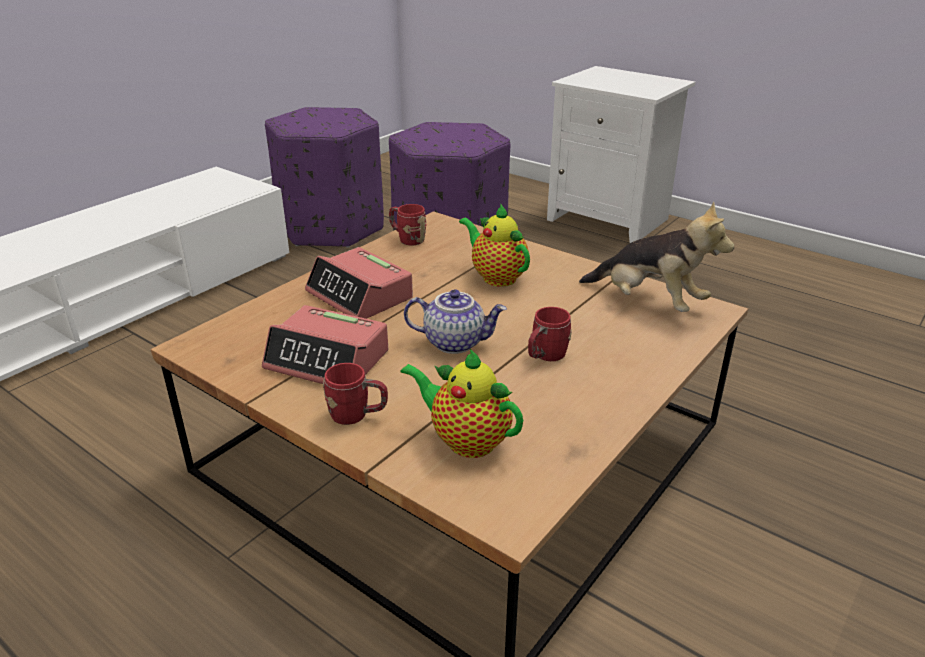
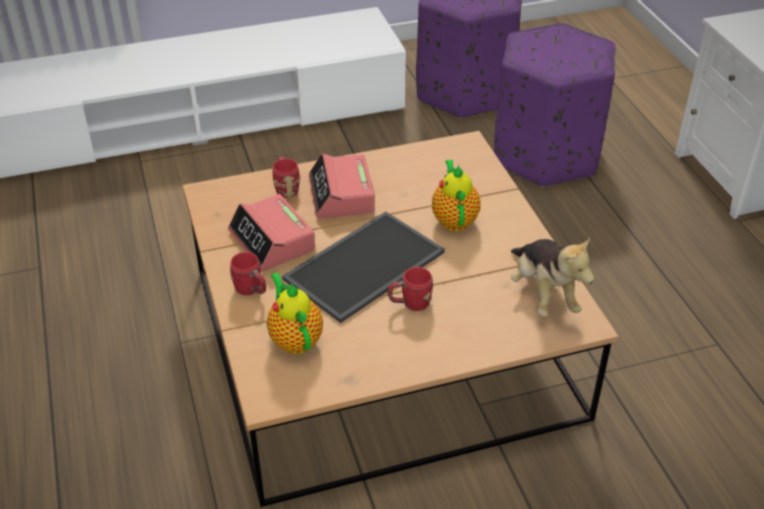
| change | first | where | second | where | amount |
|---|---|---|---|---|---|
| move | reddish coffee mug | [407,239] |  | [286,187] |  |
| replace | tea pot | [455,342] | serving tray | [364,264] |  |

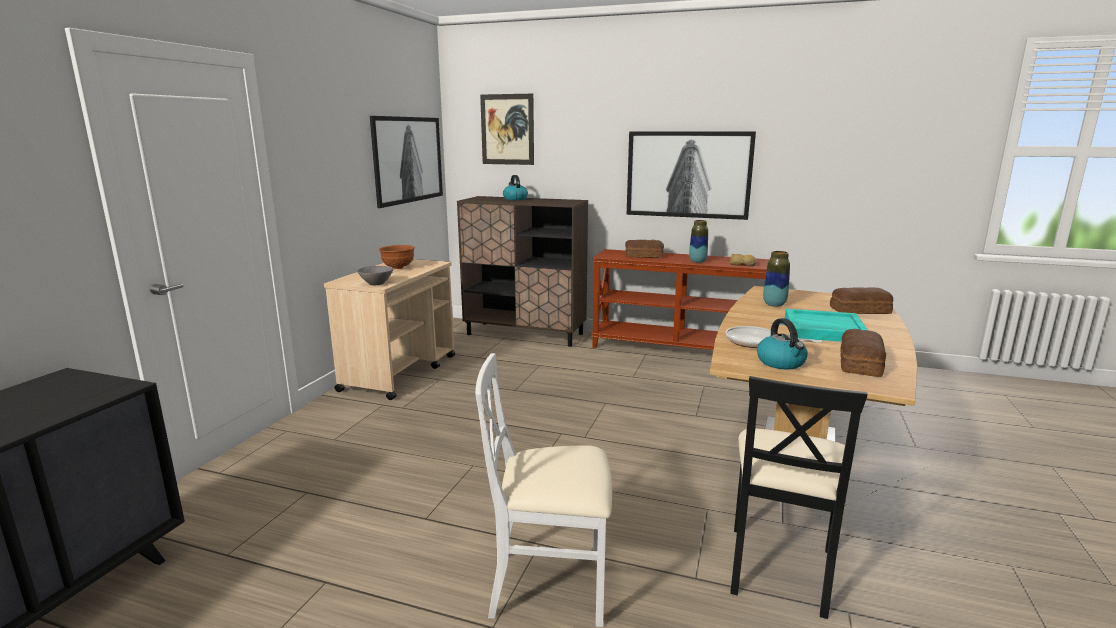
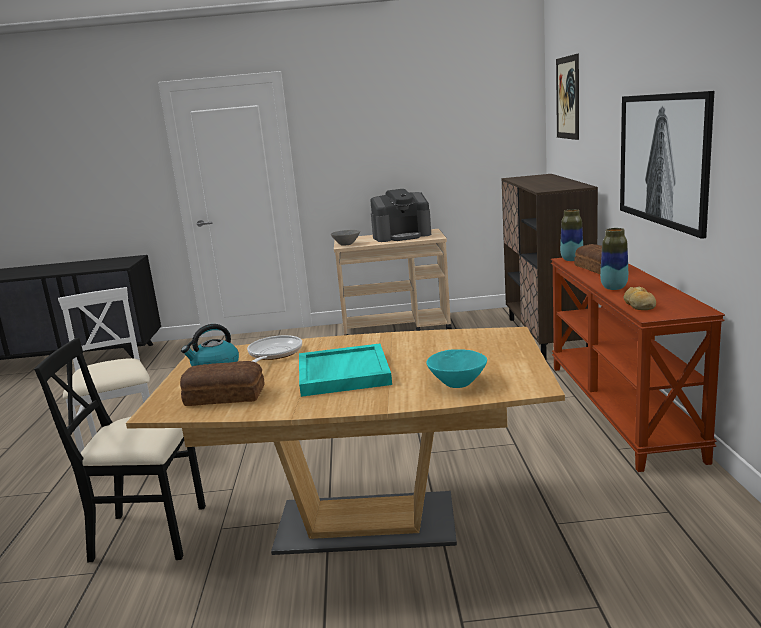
| change | first | where | second | where | amount |
|---|---|---|---|---|---|
| delete | picture | [408,159] |  |  |  |
| replace | brownish deep dish | [398,268] | coffee brewer | [402,236] |  |
| delete | tea kettle | [515,199] |  |  |  |
| move | decorative vase | [774,304] |  | [571,259] |  |
| replace | bread | [858,310] | blue-green deep dish | [458,383] |  |

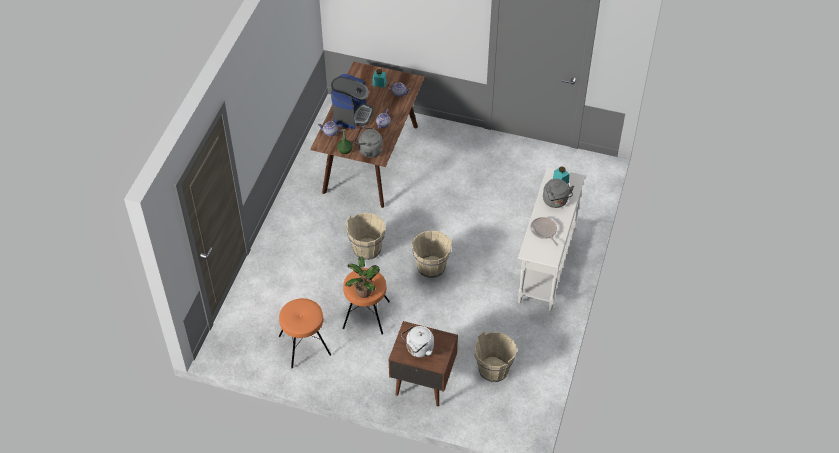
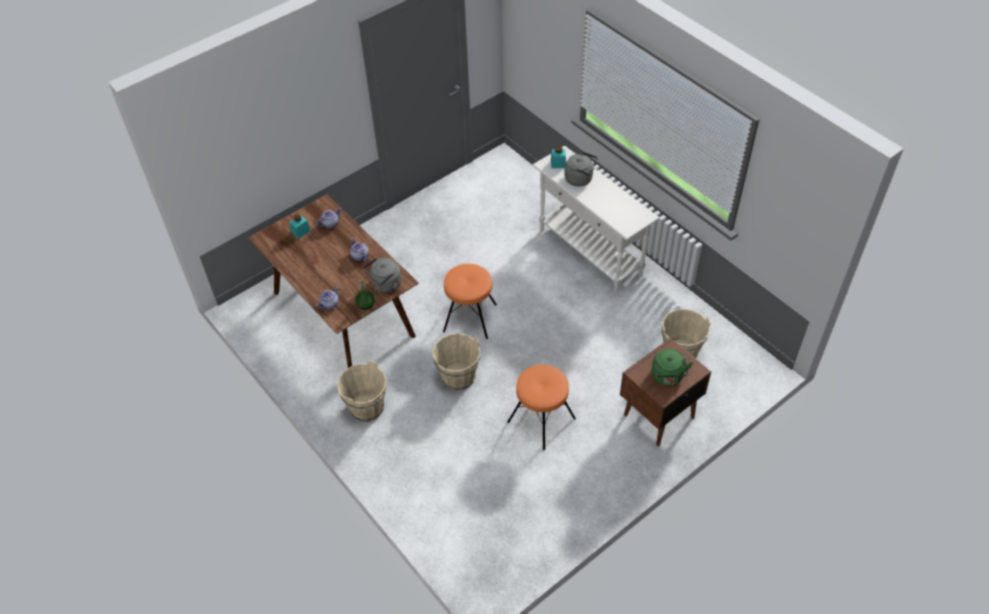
| change | first | where | second | where | amount |
|---|---|---|---|---|---|
| move | orange-coloured stool | [304,345] |  | [470,318] |  |
| delete | coffee brewer | [352,114] |  |  |  |
| delete | plant in a pot | [363,292] |  |  |  |
| recolor | whitish tea kettle | [418,349] | green-coloured tea kettle | [667,377] |  |
| move | beige-coloured water bucket | [431,267] |  | [367,408] |  |
| delete | frying pan | [544,231] |  |  |  |

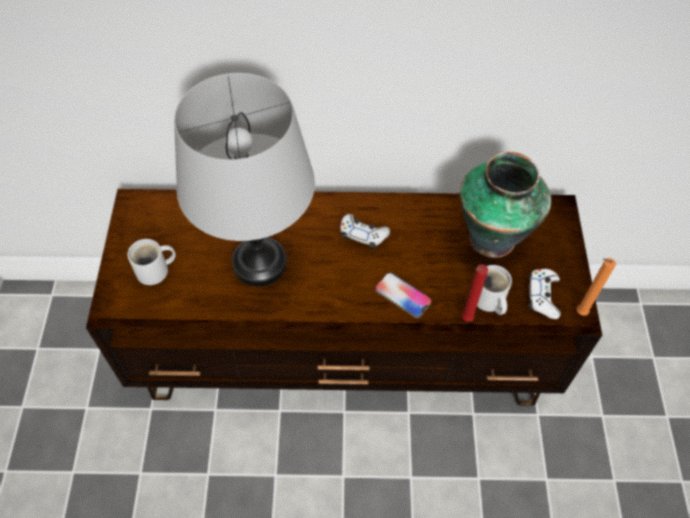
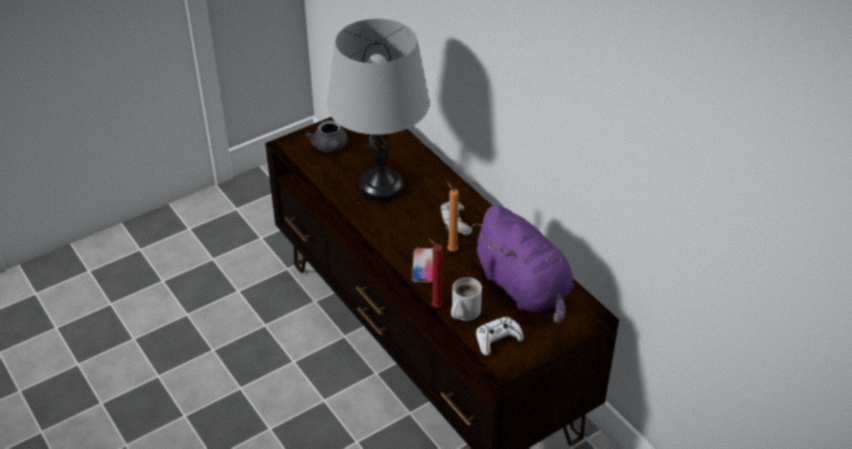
| change | first | where | second | where | amount |
|---|---|---|---|---|---|
| replace | whitish coffee mug | [155,271] | gray tea pot | [330,147] |  |
| replace | decorative vase | [492,236] | purplish soft toy | [524,288] |  |
| move | orange-coloured wax light | [579,312] |  | [451,250] |  |

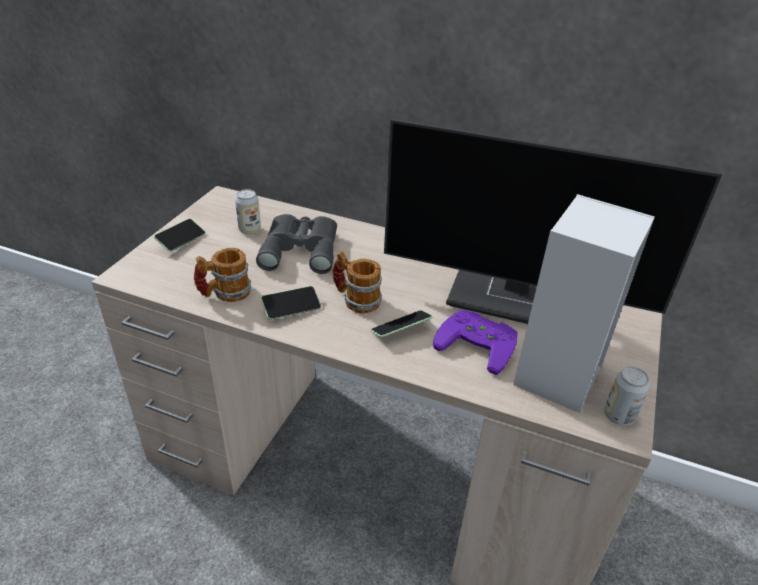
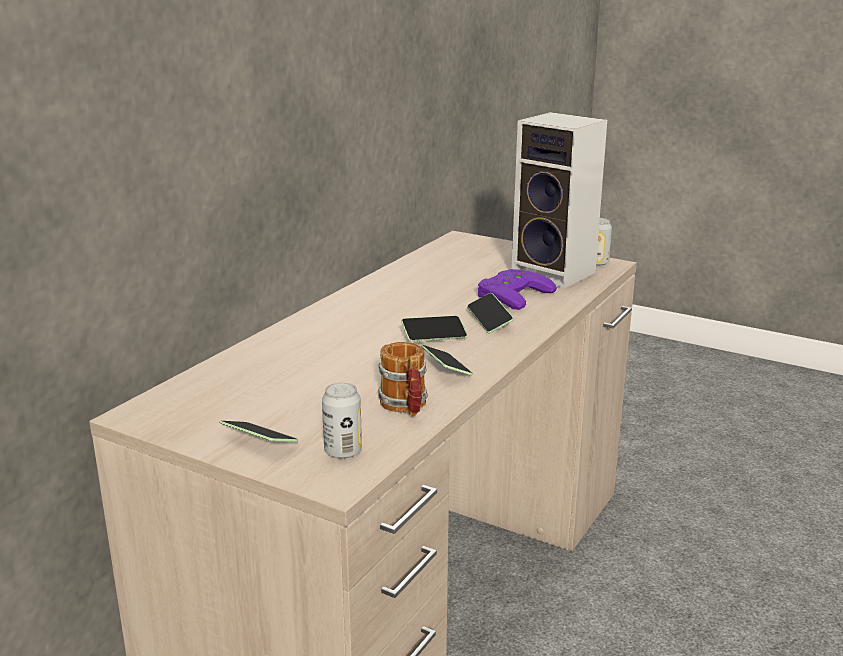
| change | first | where | second | where | amount |
|---|---|---|---|---|---|
| move | can | [249,230] |  | [343,451] |  |
| delete | gray binoculars | [301,248] |  |  |  |
| replace | coffee mug | [356,299] | handset | [434,337] |  |
| delete | computer display | [517,298] |  |  |  |

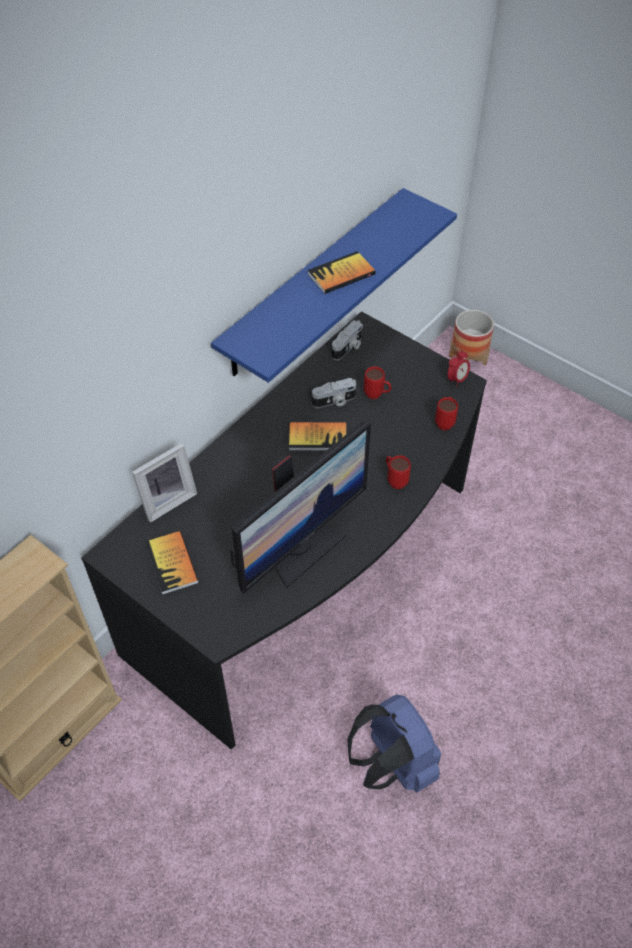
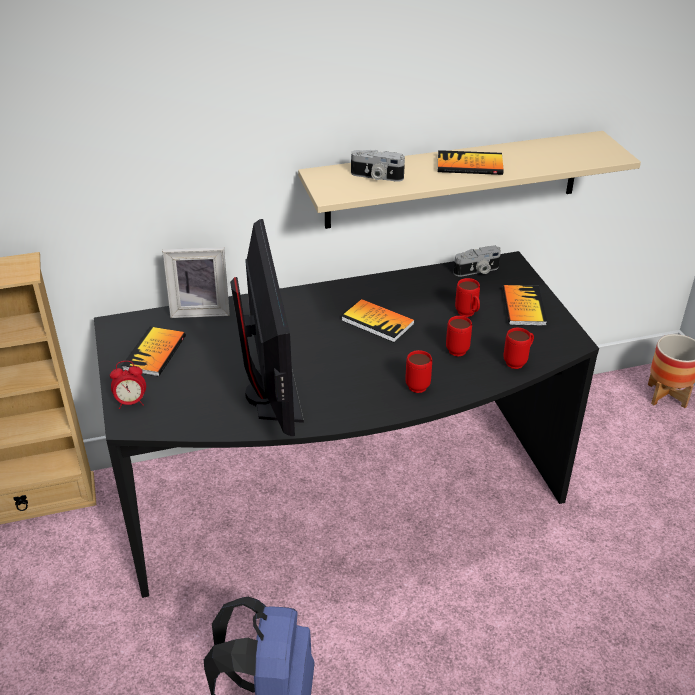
| change | first | where | second | where | amount |
|---|---|---|---|---|---|
| recolor | blue bracket shelf | [314,283] | beige-coloured bracket shelf | [454,179] |  |
| rotate | computer display | [301,548] |  | [272,394] | 90 degrees counterclockwise |
| move | still camera | [334,401] |  | [376,177] |  |
| move | bedside clock | [457,379] |  | [131,402] |  |
| insert |  |  | reddish coffee mug | [459,348] |  |
| insert |  |  | book | [523,307] |  |

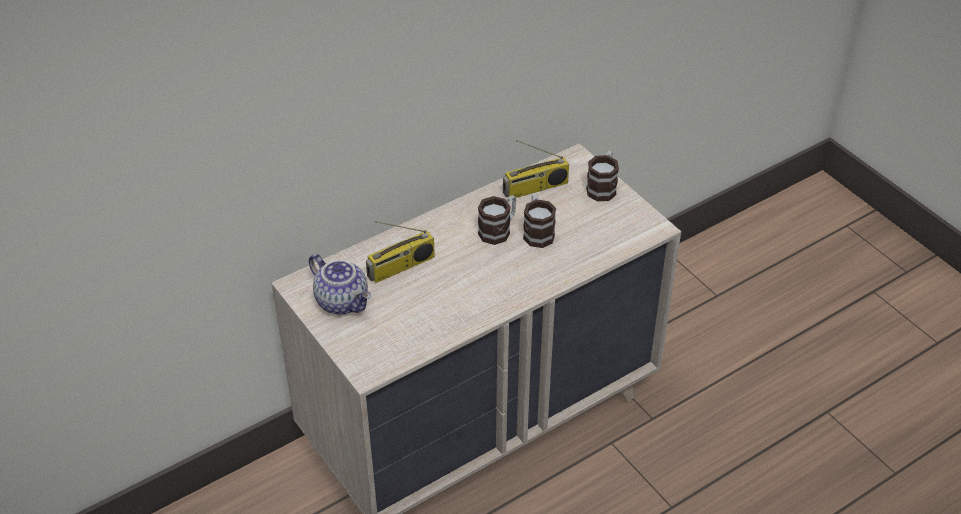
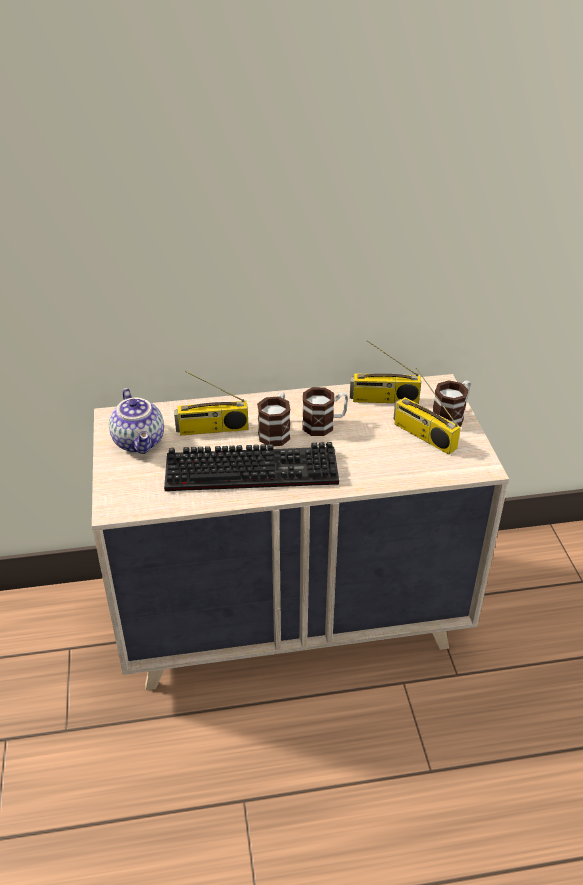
| change | first | where | second | where | amount |
|---|---|---|---|---|---|
| move | coffee mug | [537,231] |  | [276,431] |  |
| insert |  |  | computer keyboard | [254,468] |  |
| insert |  |  | radio | [423,436] |  |

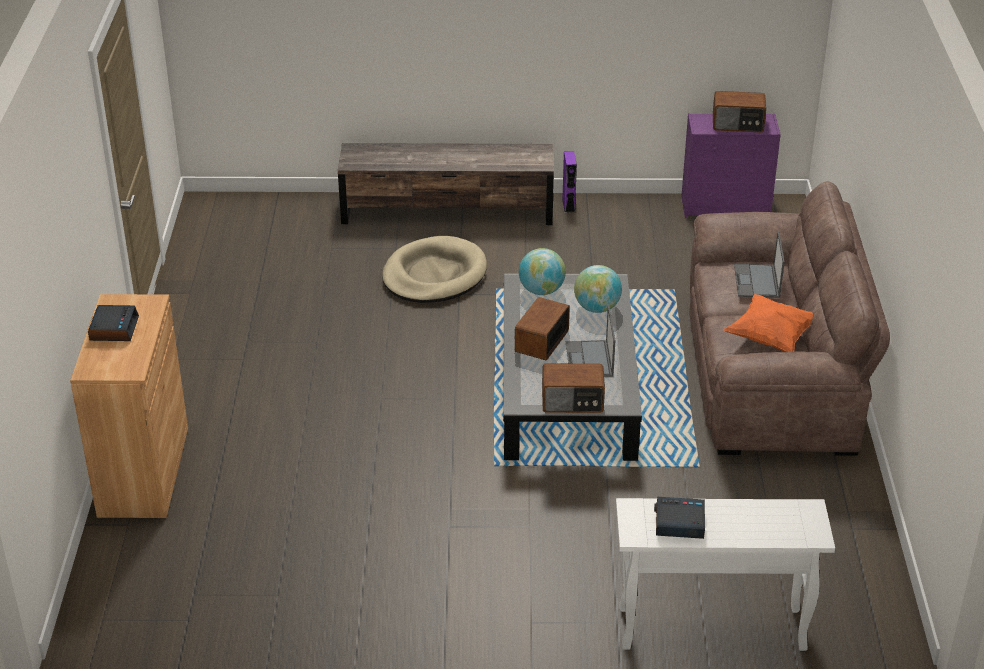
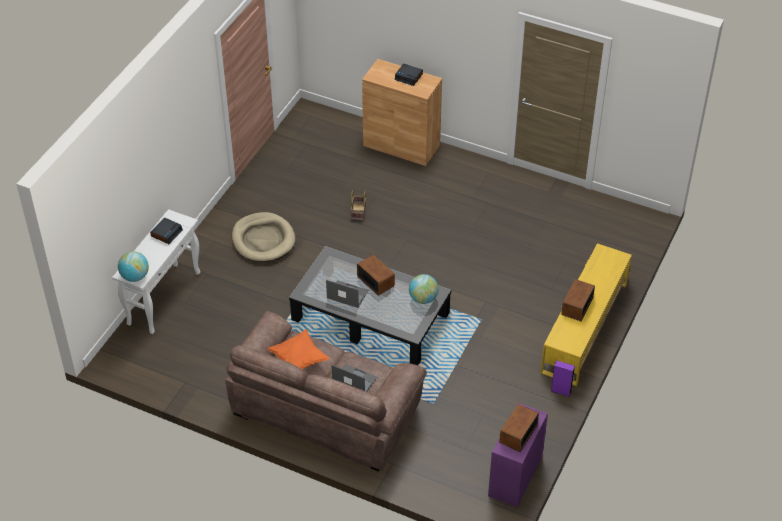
| change | first | where | second | where | amount |
|---|---|---|---|---|---|
| recolor | brownish tv stand | [448,210] | yellow tv stand | [584,327] |  |
| move | beige-coloured pet bed | [434,275] |  | [263,240] |  |
| move | radio | [573,402] |  | [576,306] |  |
| move | desk globe | [597,308] |  | [135,276] |  |
| insert |  |  | household basket | [359,212] |  |

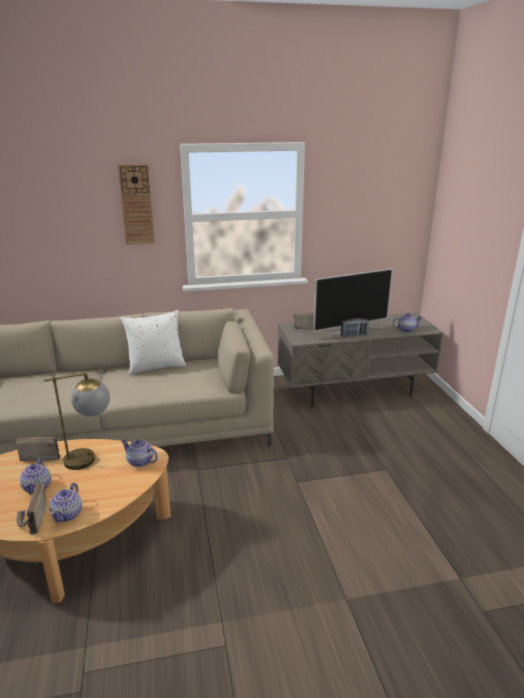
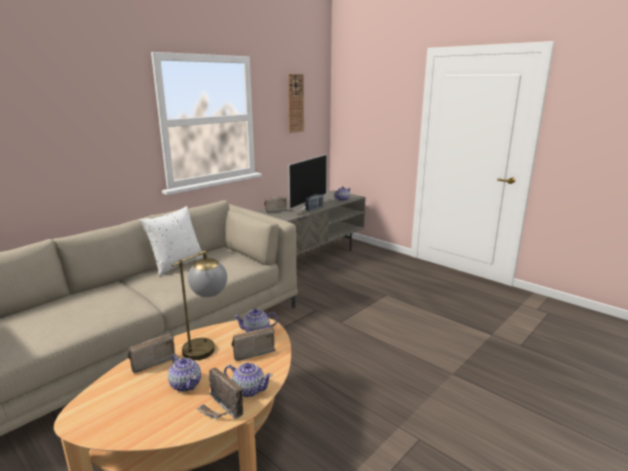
| change | first | where | second | where | amount |
|---|---|---|---|---|---|
| rotate | tea pot | [68,514] |  | [248,389] | 45 degrees counterclockwise |
| move | clock on the wall | [137,205] |  | [295,103] |  |
| insert |  |  | radio | [251,352] |  |

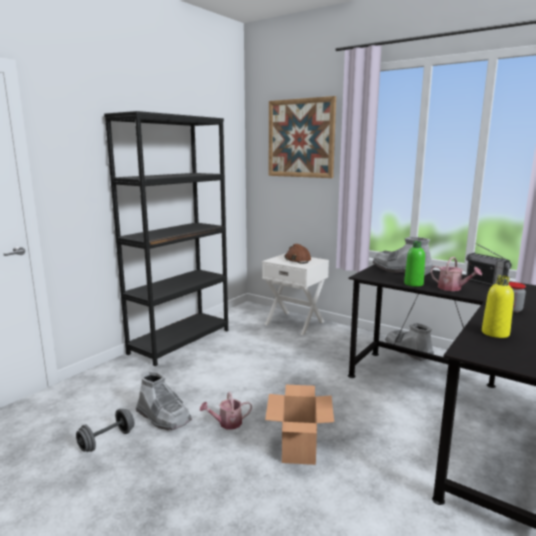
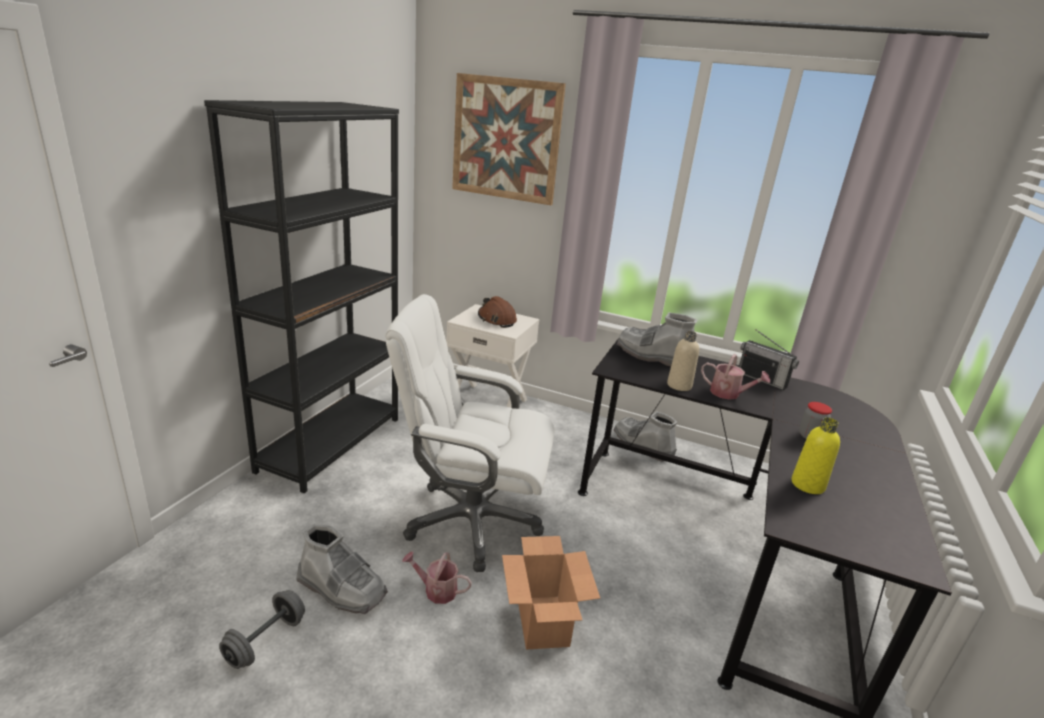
| change | first | where | second | where | amount |
|---|---|---|---|---|---|
| rotate | sprinkling can | [227,423] |  | [436,590] | 45 degrees clockwise |
| recolor | green-coloured drink bottle | [413,284] | beige-coloured drink bottle | [679,385] |  |
| insert |  |  | whitish office chair | [471,521] |  |

